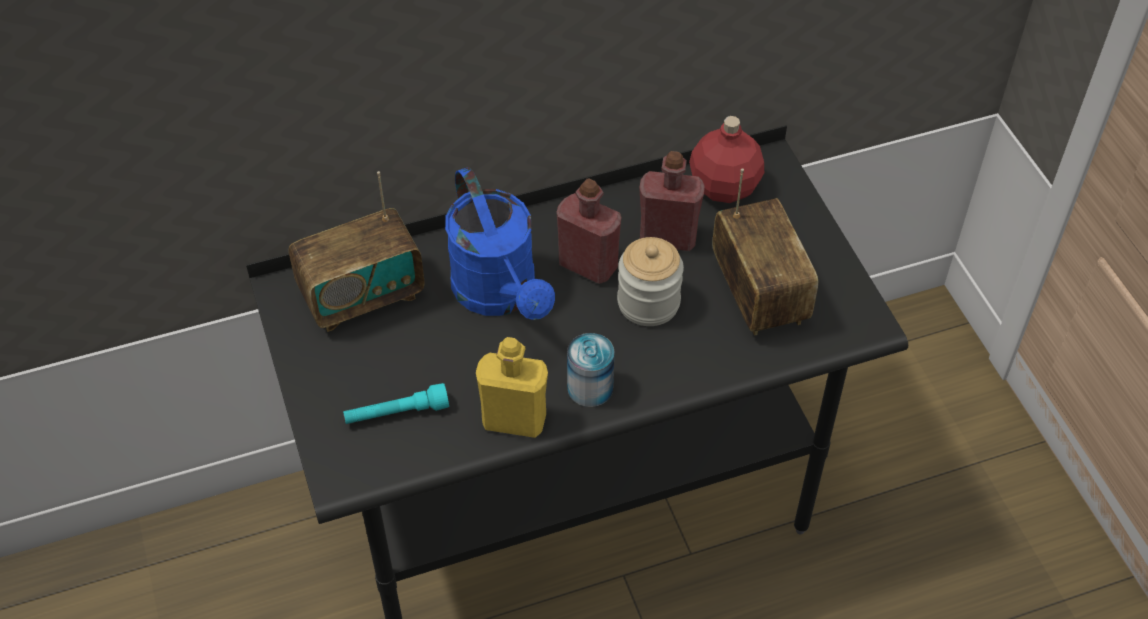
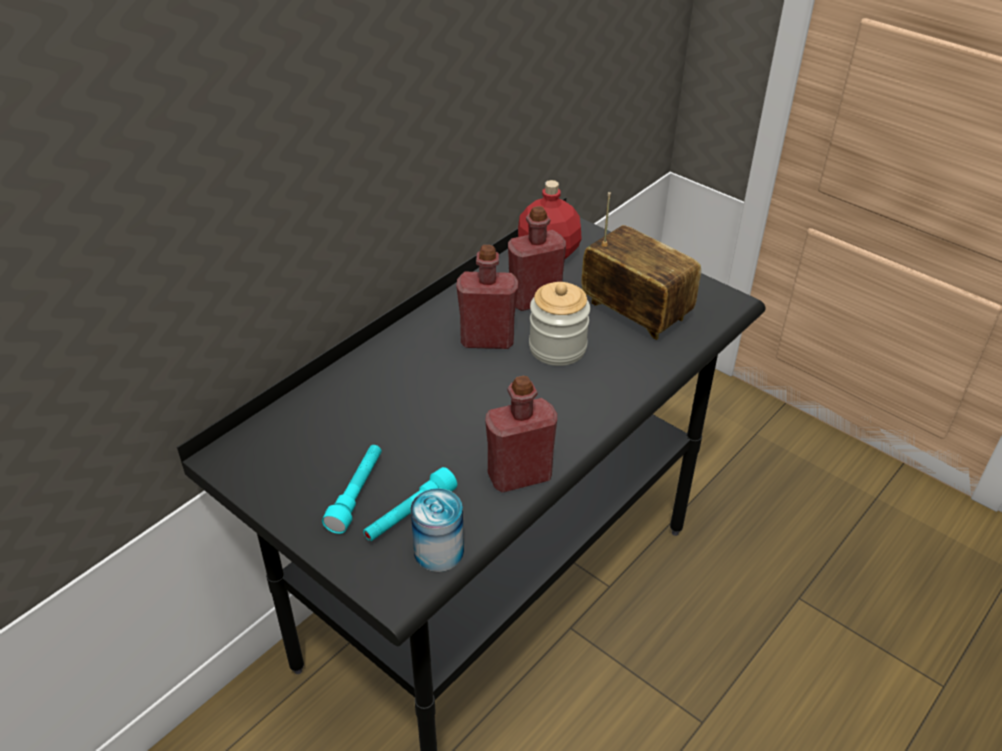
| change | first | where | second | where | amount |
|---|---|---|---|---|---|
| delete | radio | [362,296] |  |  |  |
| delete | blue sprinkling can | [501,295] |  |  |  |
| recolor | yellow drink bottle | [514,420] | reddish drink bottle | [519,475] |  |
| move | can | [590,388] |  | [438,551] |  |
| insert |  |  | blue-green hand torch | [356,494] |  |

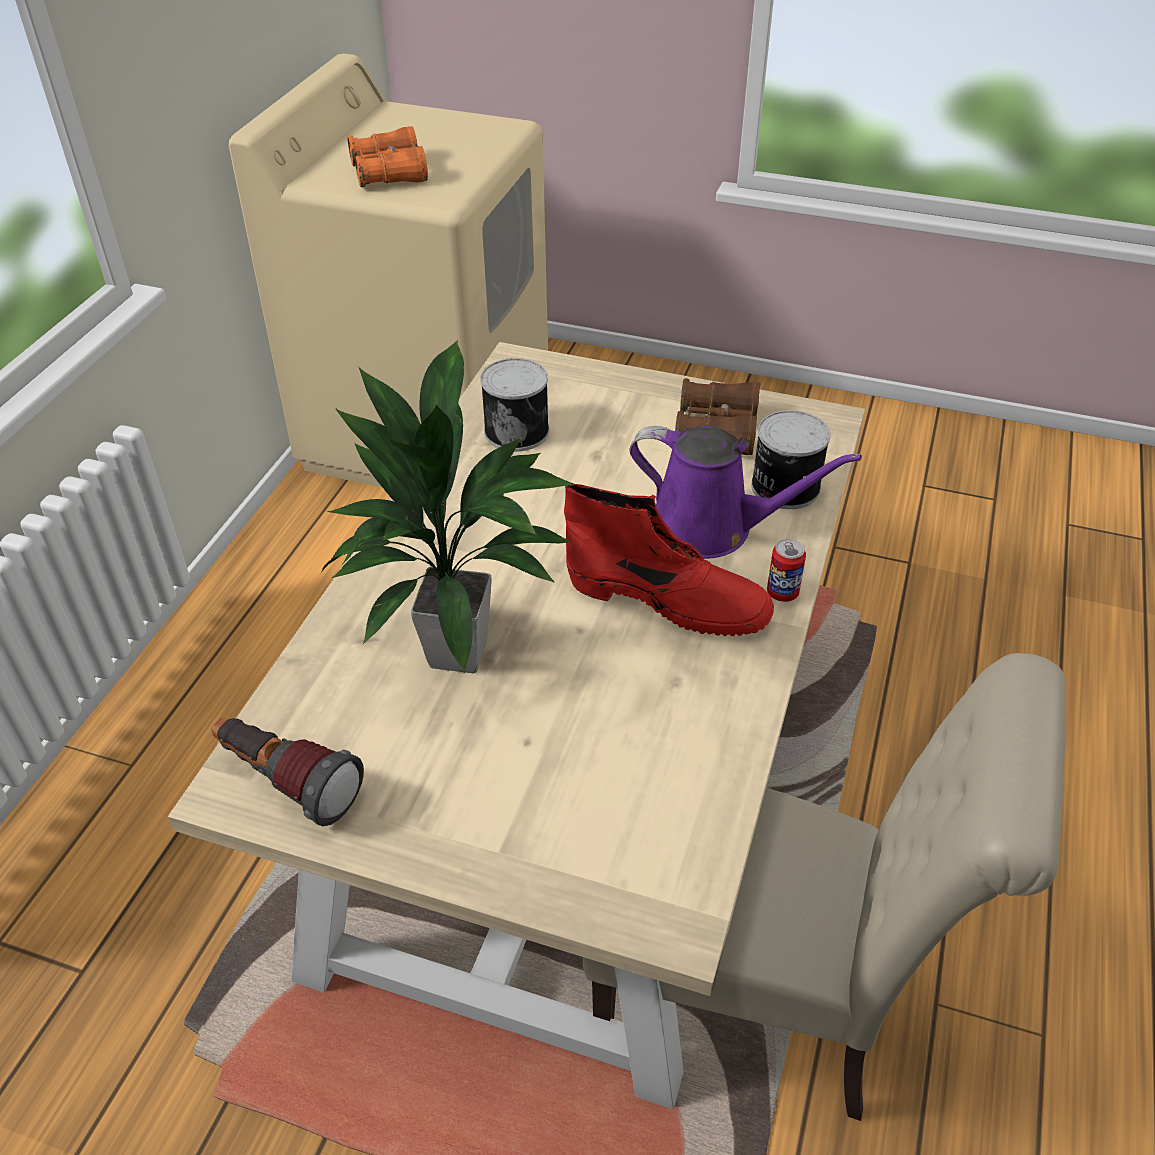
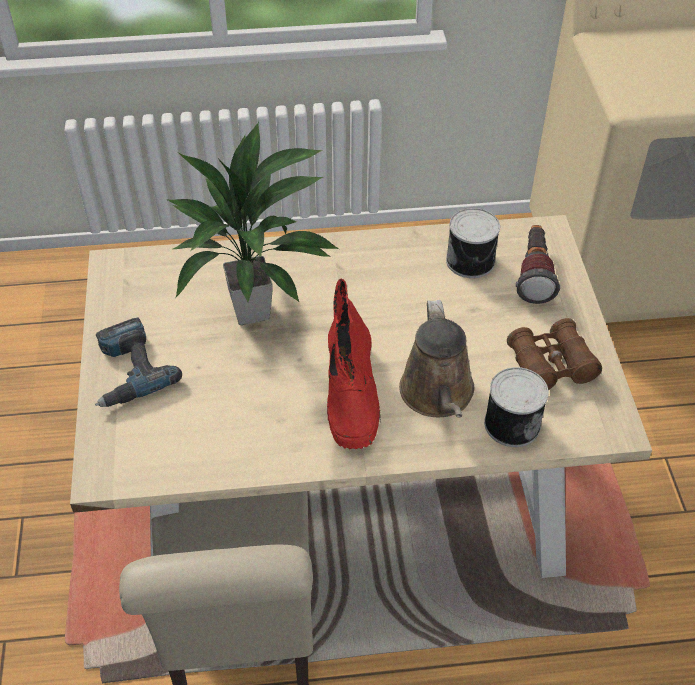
| change | first | where | second | where | amount |
|---|---|---|---|---|---|
| move | hand torch | [286,783] |  | [534,274] |  |
| delete | orange-coloured binoculars | [389,173] |  |  |  |
| recolor | purplish sprinkling can | [712,528] | brownish sprinkling can | [438,395] |  |
| delete | can | [782,593] |  |  |  |
| insert |  |  | drill | [128,371] |  |

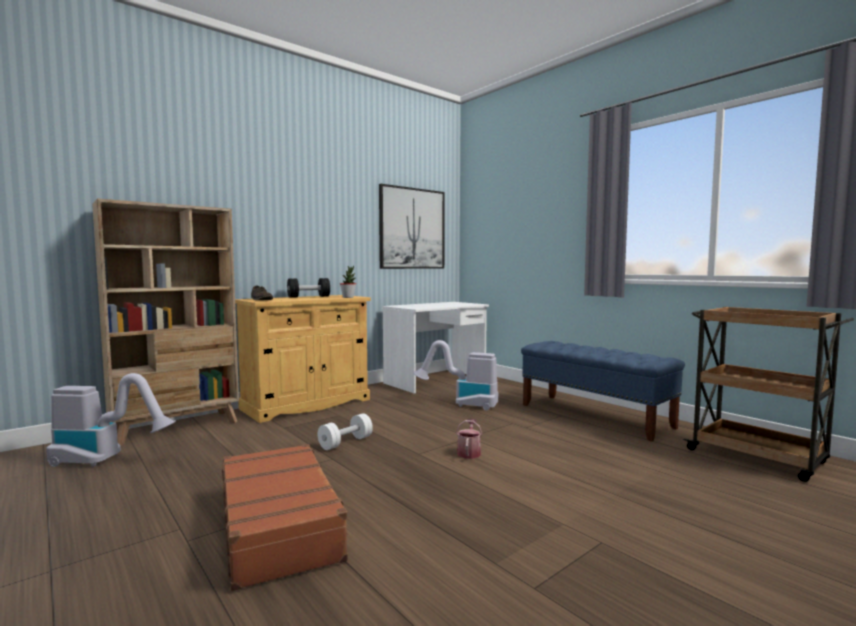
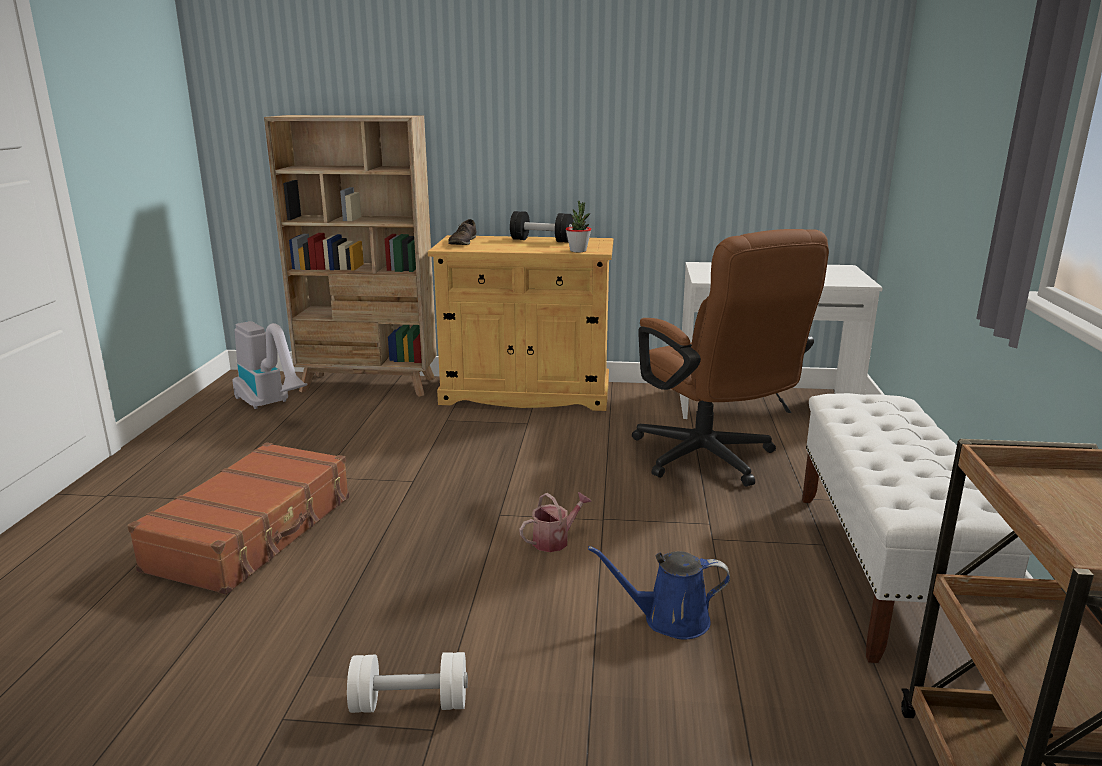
| change | first | where | second | where | amount |
|---|---|---|---|---|---|
| move | whitish free weight | [345,442] |  | [410,703] |  |
| delete | picture | [412,228] |  |  |  |
| replace | hoover | [461,404] | brownish office chair | [711,461] |  |
| recolor | blue indoor bench | [595,416] | whitish indoor bench | [884,571] |  |
| insert |  |  | blue sprinkling can | [669,619] |  |

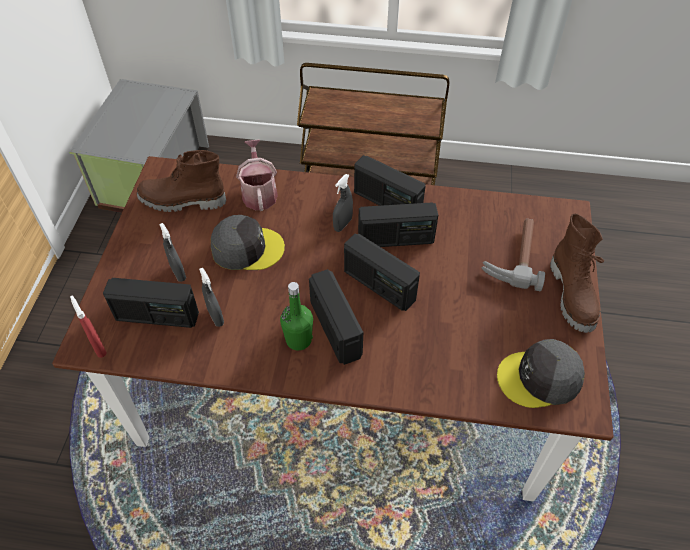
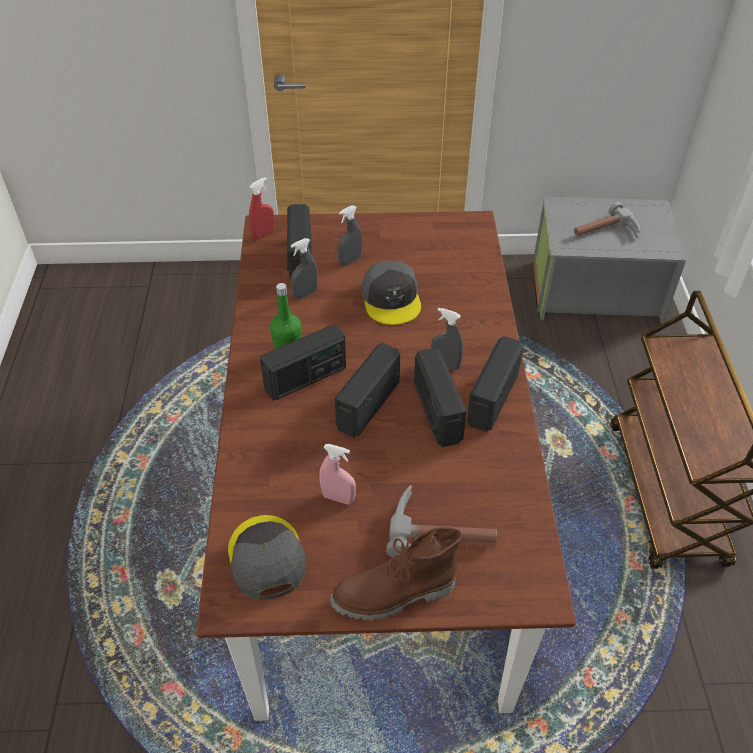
| change | first | where | second | where | amount |
|---|---|---|---|---|---|
| delete | brownish boot | [182,201] |  |  |  |
| delete | sprinkling can | [259,193] |  |  |  |
| insert |  |  | pink-coloured sprayer | [338,498] |  |
| insert |  |  | hammer | [606,233] |  |

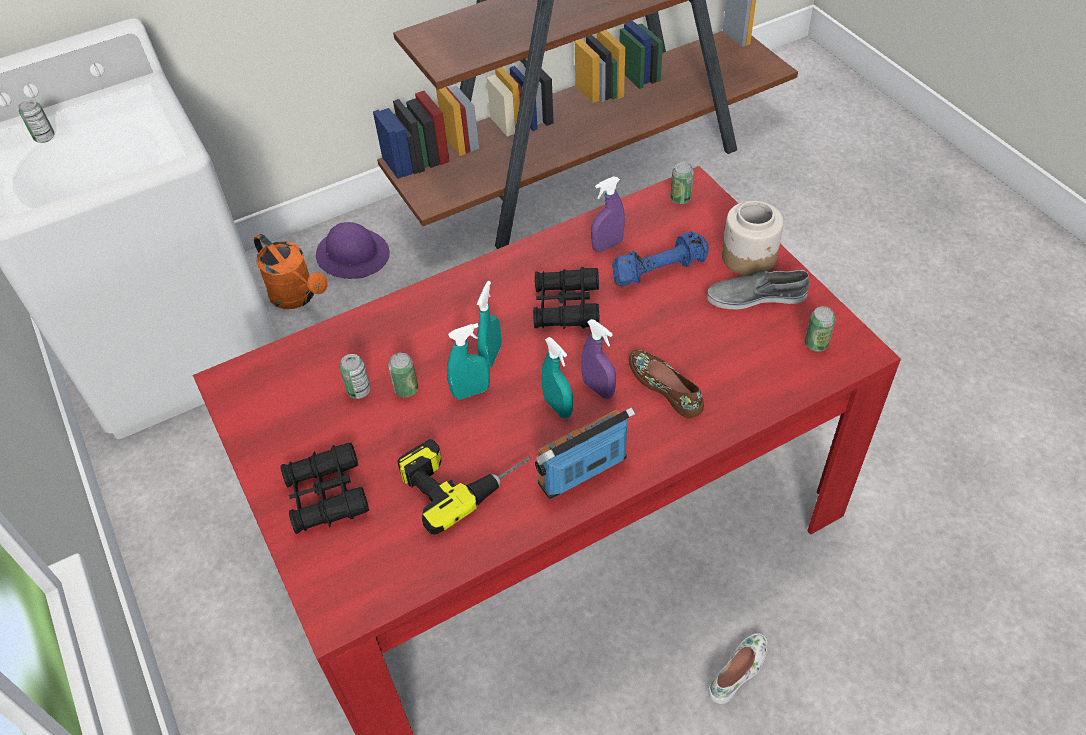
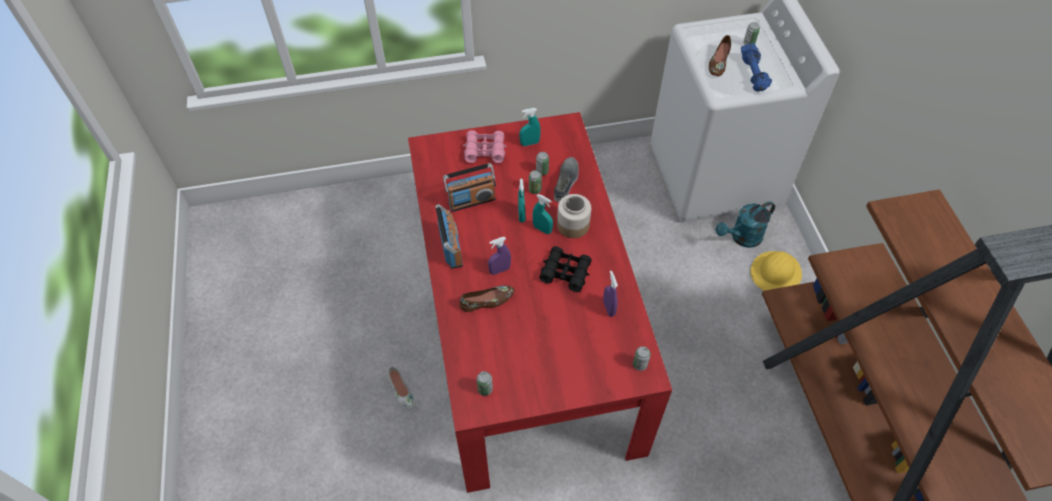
| change | first | where | second | where | amount |
|---|---|---|---|---|---|
| recolor | orange-coloured sprinkling can | [298,297] | blue-green sprinkling can | [742,238] |  |
| recolor | black-coloured binoculars | [326,495] | pink-coloured binoculars | [485,150] |  |
| recolor | purplish work helmet | [353,255] | yellow work helmet | [775,273] |  |
| replace | drill | [462,476] | radio | [471,200] |  |
| move | blue-green sprayer | [558,407] |  | [529,143] |  |
| move | blue free weight | [658,270] |  | [753,74] |  |
| move | gray shoe | [756,296] |  | [566,181] |  |
| move | jar | [749,257] |  | [572,225] |  |
| insert |  |  | brownish shoe | [718,62] |  |

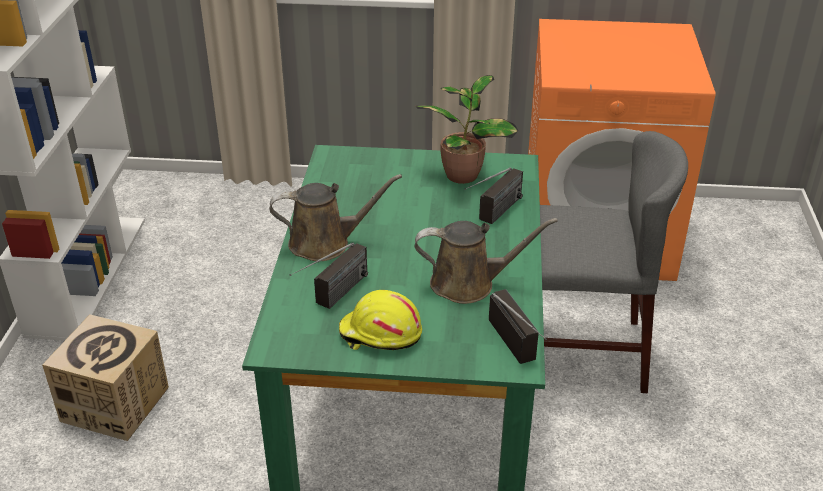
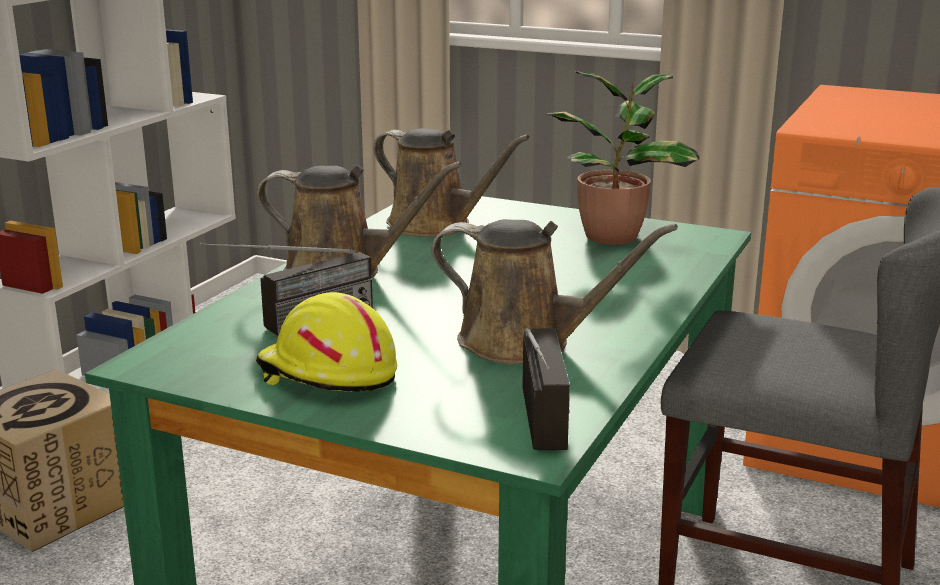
| change | first | where | second | where | amount |
|---|---|---|---|---|---|
| delete | radio | [493,216] |  |  |  |
| insert |  |  | brownish sprinkling can | [435,225] |  |

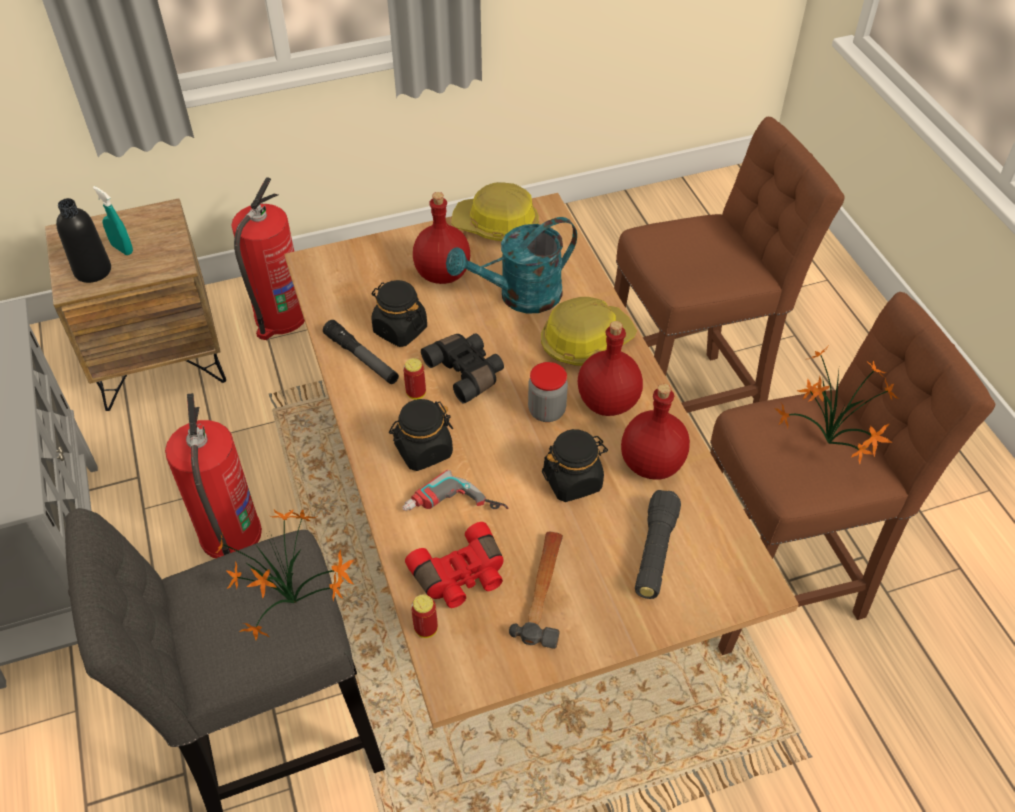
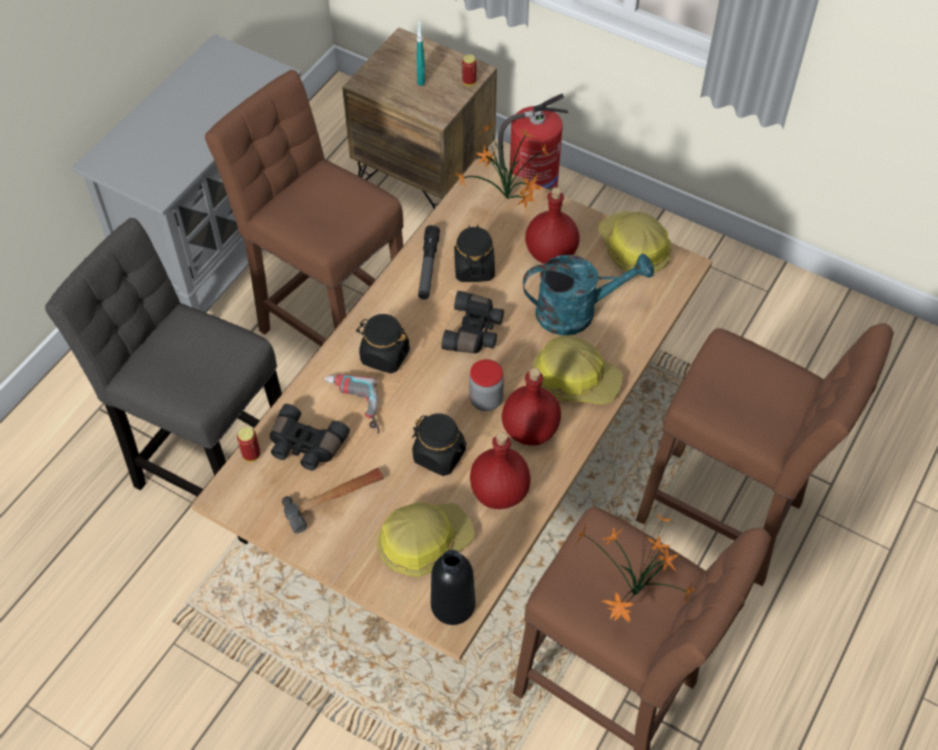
| change | first | where | second | where | amount |
|---|---|---|---|---|---|
| move | black-coloured drink bottle | [93,270] |  | [453,605] |  |
| replace | fire-fighting cylinder | [230,536] | brownish stool | [331,328] |  |
| move | plant in a pot | [297,605] |  | [507,201] |  |
| move | can | [416,393] |  | [469,82] |  |
| recolor | reddish binoculars | [461,576] | black-coloured binoculars | [305,446] |  |
| rotate | blue-green sprinkling can | [519,297] |  | [577,312] | 150 degrees clockwise |
| replace | black-coloured hand torch | [655,552] | work helmet | [423,542] |  |

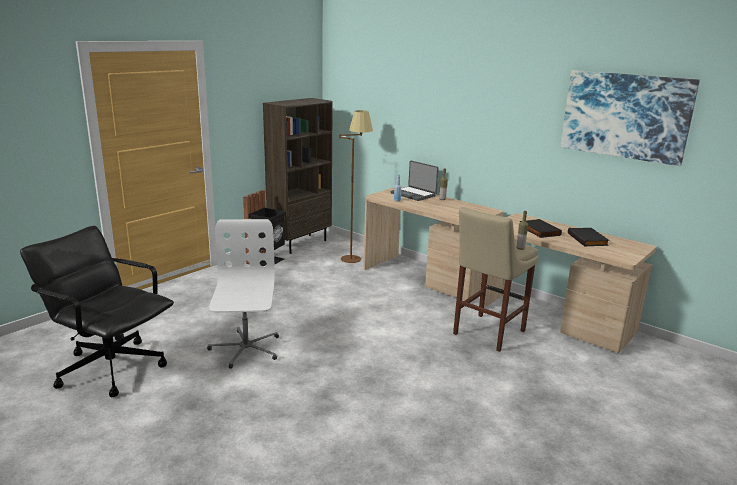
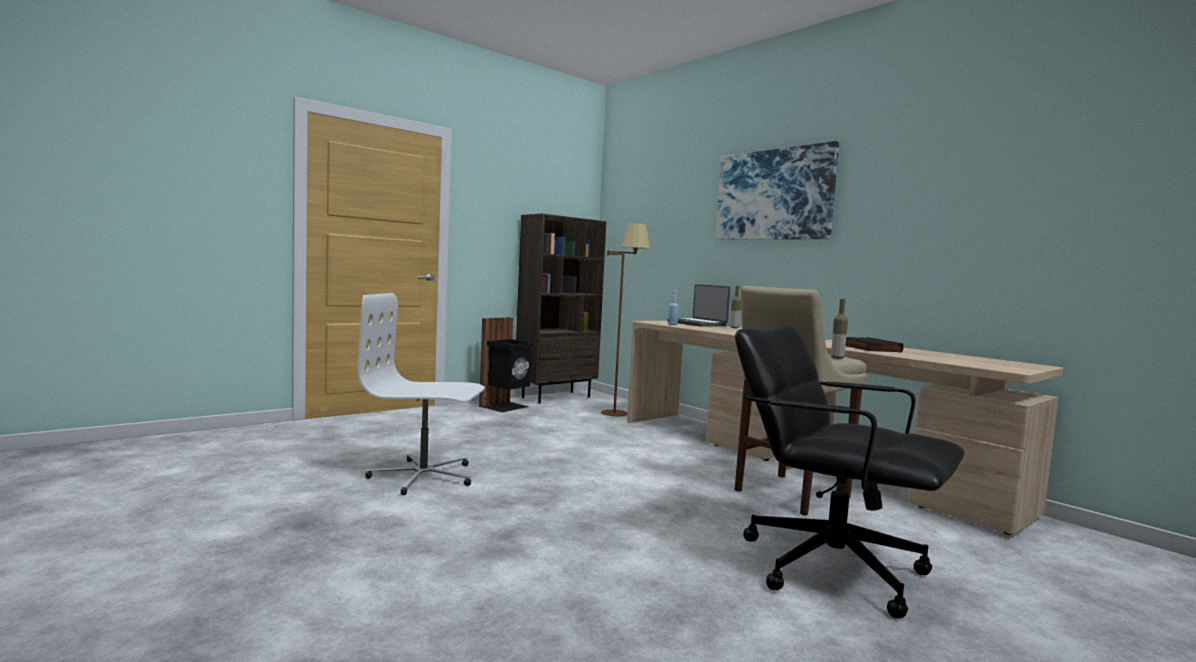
| change | first | where | second | where | amount |
|---|---|---|---|---|---|
| move | black-coloured office chair | [111,368] |  | [830,566] |  |
| rotate | whitish office chair | [245,349] |  | [423,476] | 90 degrees counterclockwise |
| move | picture | [625,116] |  | [773,195] |  |
| delete | black-coloured book | [588,239] |  |  |  |

